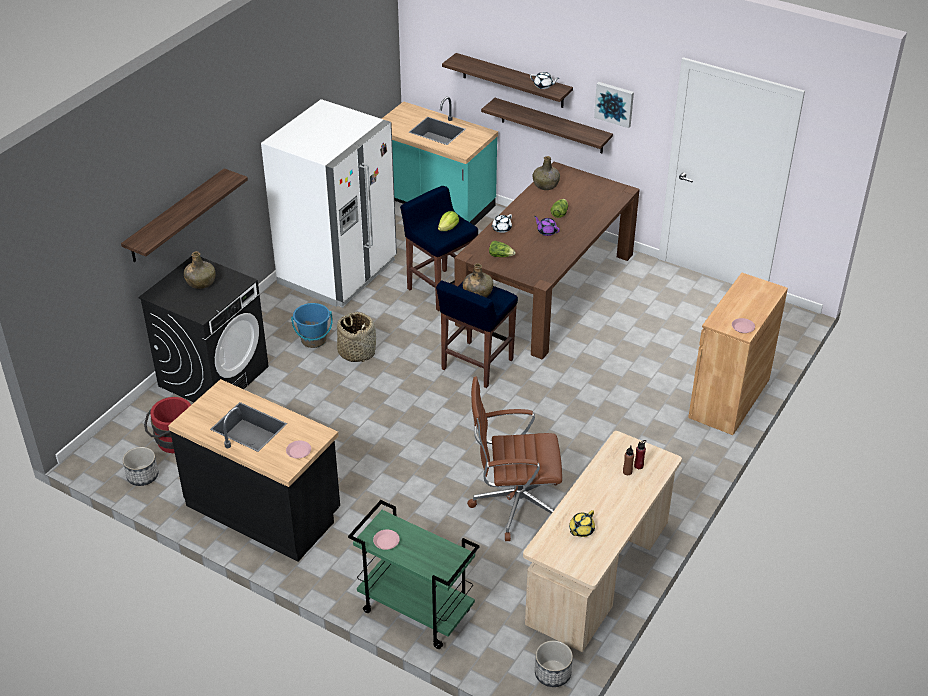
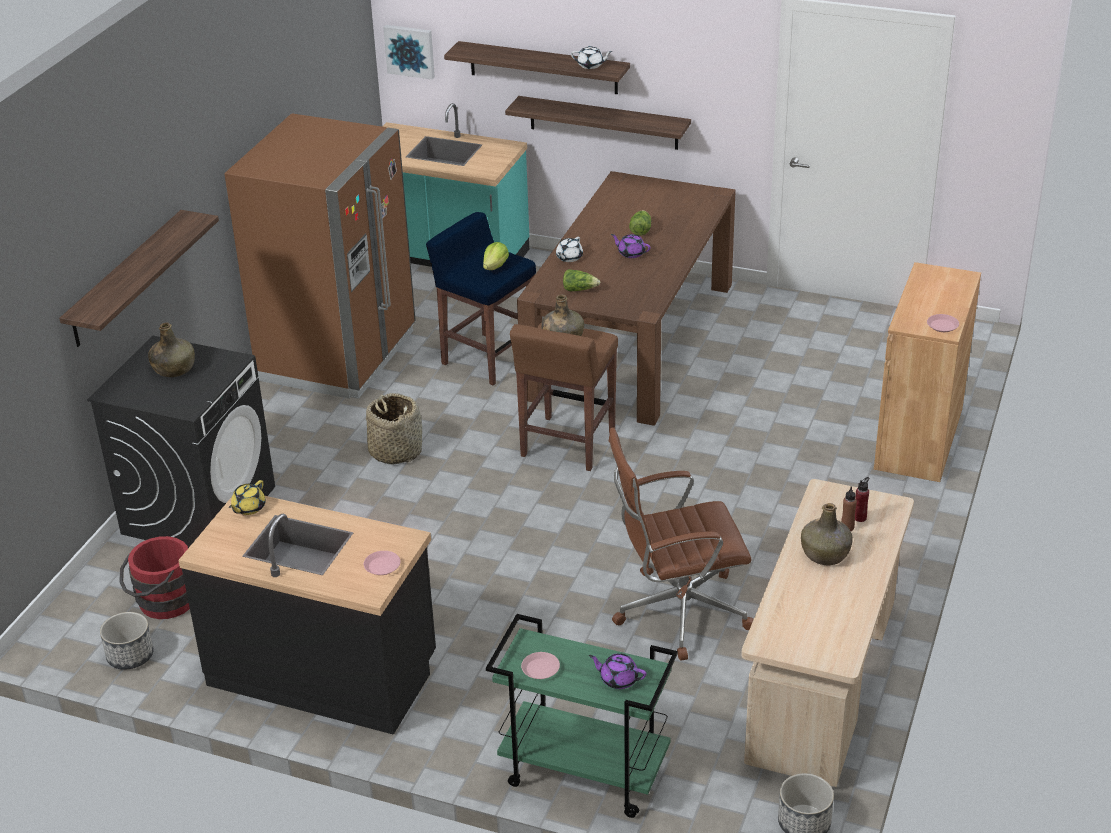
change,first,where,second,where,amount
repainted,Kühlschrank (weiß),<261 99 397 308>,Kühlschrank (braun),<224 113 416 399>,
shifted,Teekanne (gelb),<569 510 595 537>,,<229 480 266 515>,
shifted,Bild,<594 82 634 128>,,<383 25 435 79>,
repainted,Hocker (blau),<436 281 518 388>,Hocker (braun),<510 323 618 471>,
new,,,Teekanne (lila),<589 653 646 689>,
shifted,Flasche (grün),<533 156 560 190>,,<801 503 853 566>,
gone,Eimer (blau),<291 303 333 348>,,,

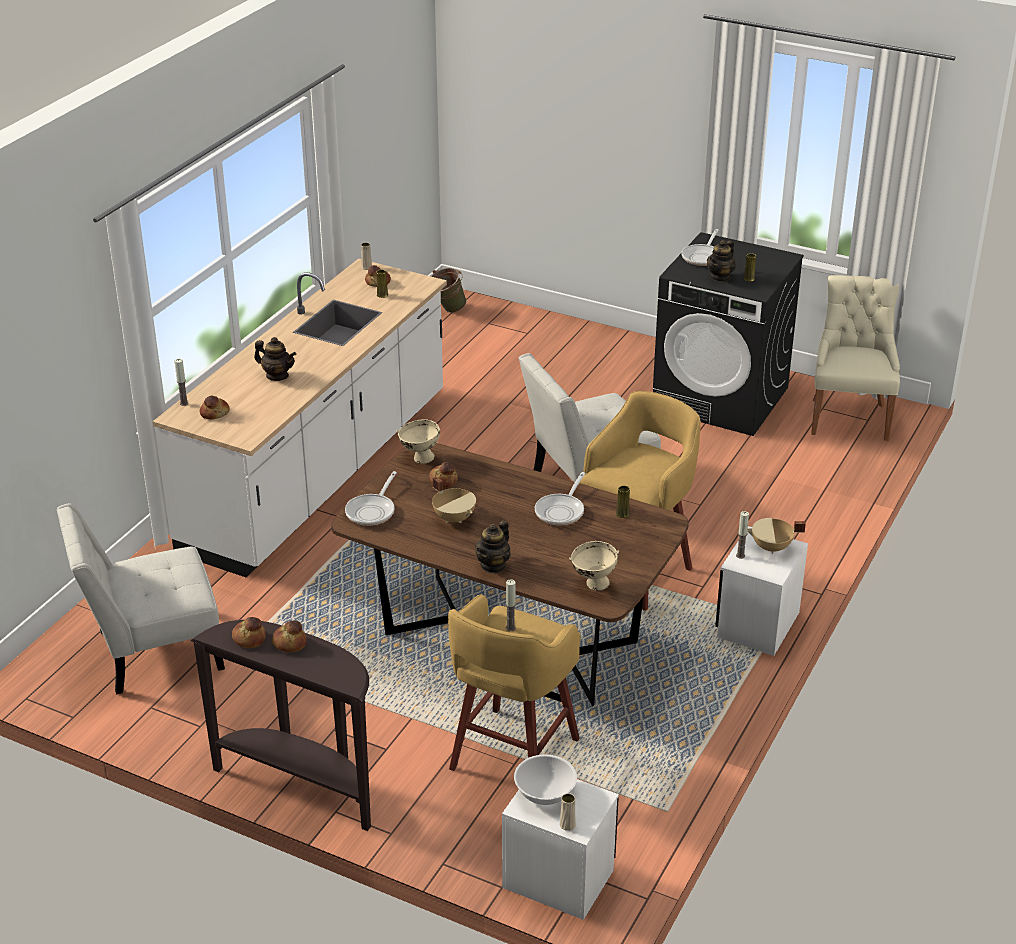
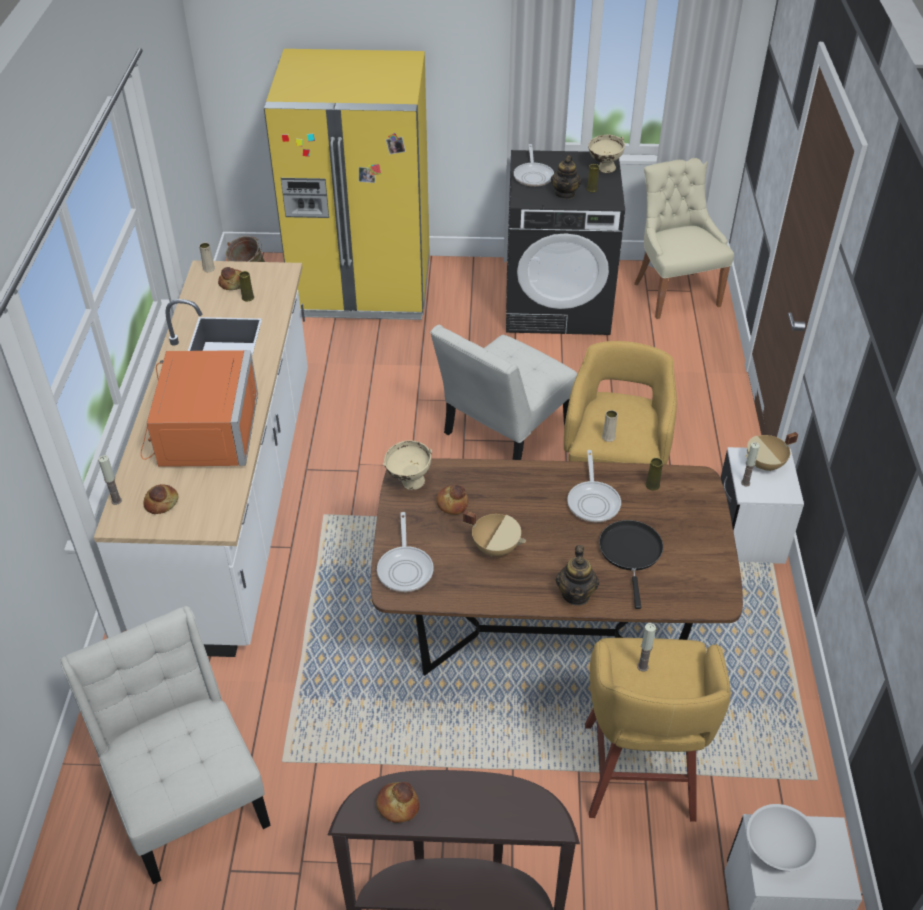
change,first,where,second,where,amount
rotated,Stuhl (weiß),<57 503 225 695>,,<60 606 271 884>,105 degrees clockwise
swapped,Teekanne,<254 337 296 381>,Mikrowelle (orange),<141 350 258 467>,
new,,,Kühlschrank (gelb),<264 49 430 320>,
shifted,Schüssel (beige),<569 541 619 591>,,<588 134 625 173>,
new,,,Pfanne (schwarz),<599 520 663 609>,
shifted,Vase (beige),<560 793 576 831>,,<602 410 618 442>,
gone,Brot,<272 621 307 652>,,,

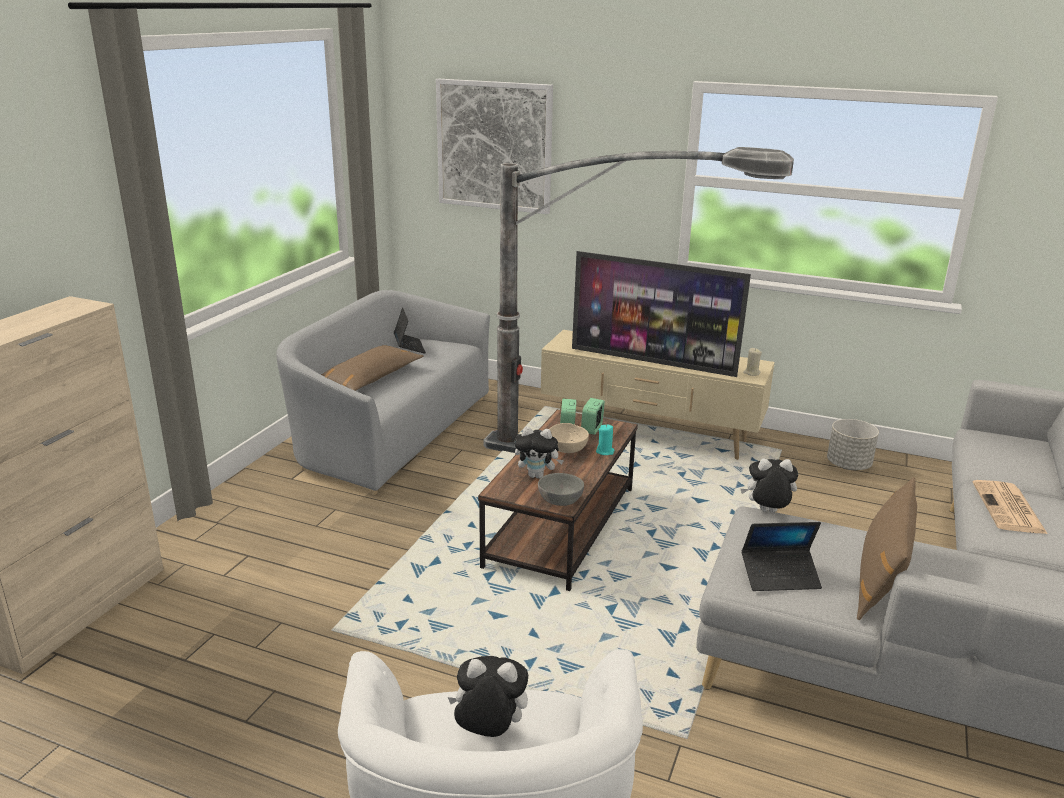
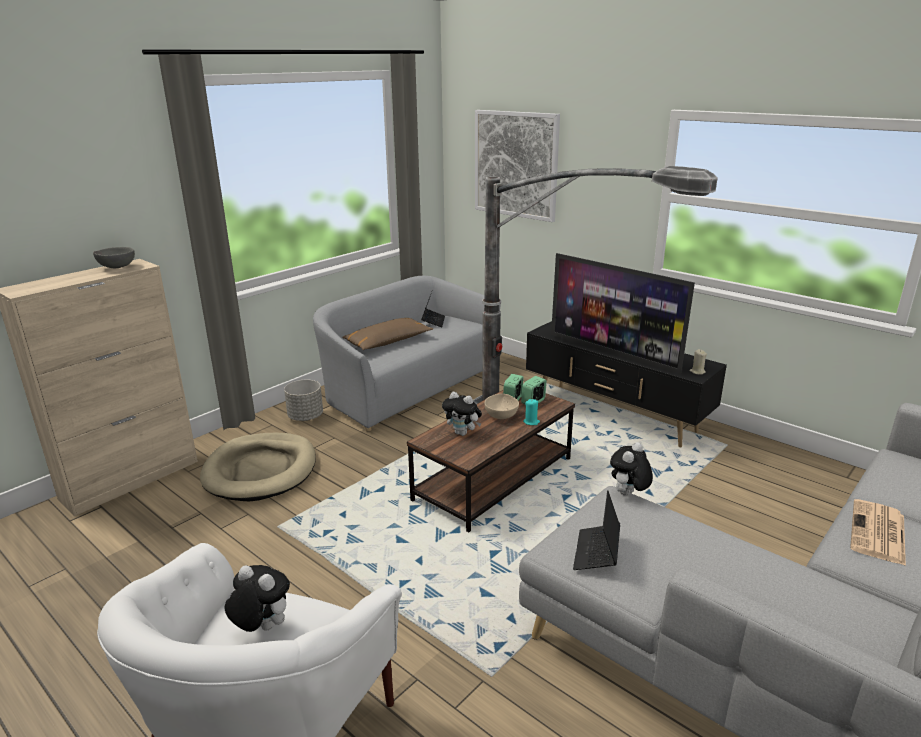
change,first,where,second,where,amount
shifted,Schüssel (grau),<538 473 584 506>,,<93 247 135 268>,
new,,,Hundebett (beige),<200 433 316 501>,
shifted,Pflanzkübel (grau),<827 419 879 470>,,<284 380 323 421>,
repainted,Fernsehschrank (beige),<541 330 775 460>,Fernsehschrank (schwarz),<526 321 727 447>,
rotated,Laptop,<742 522 822 591>,,<573 490 620 570>,90 degrees clockwise
rotated,Plüschtier,<741 459 798 513>,,<610 442 653 496>,75 degrees counterclockwise
gone,Kissen (braun),<857 477 917 620>,,,

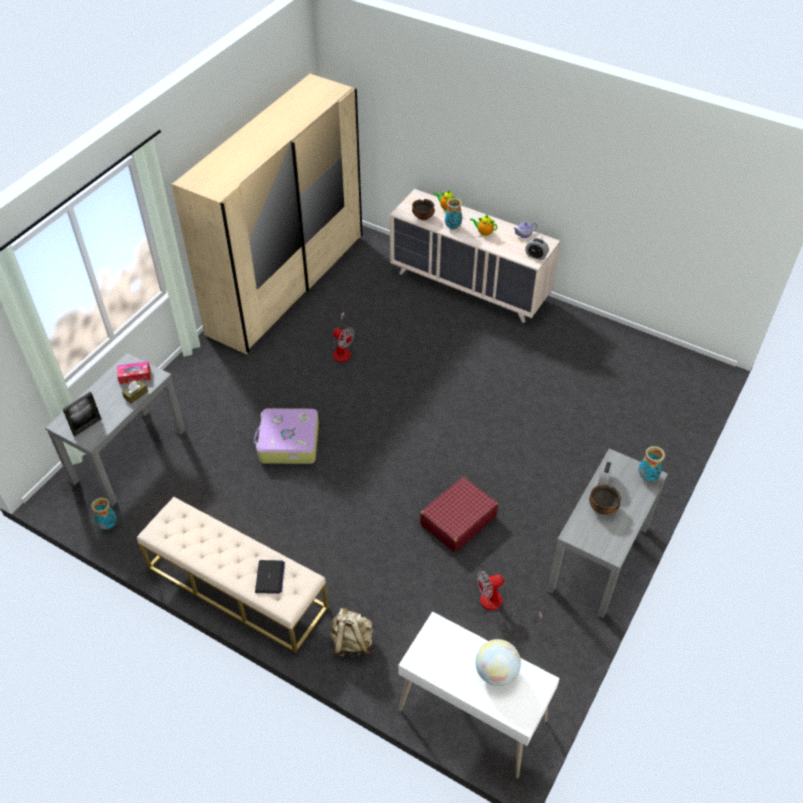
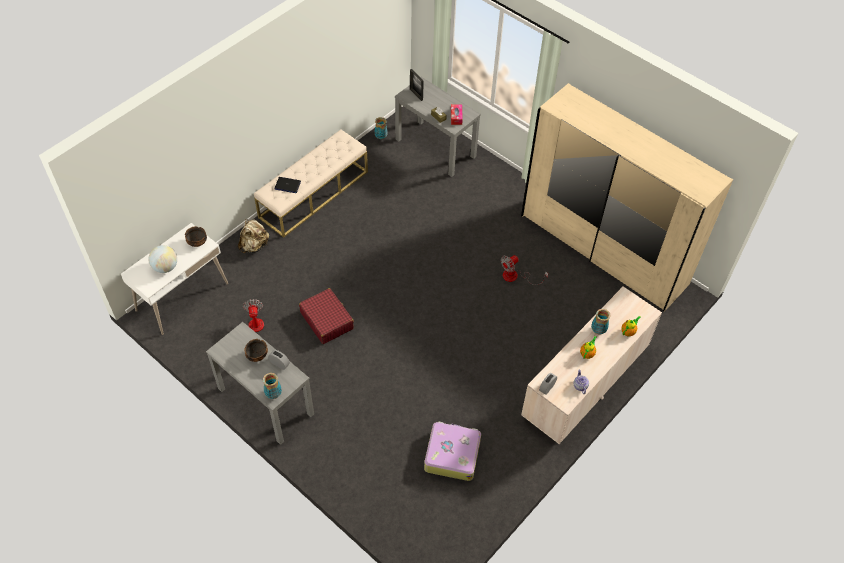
change,first,where,second,where,amount
shifted,Schüssel,<412 199 435 220>,,<185 226 207 247>,
shifted,Koffer,<253 408 319 464>,,<424 421 481 481>,

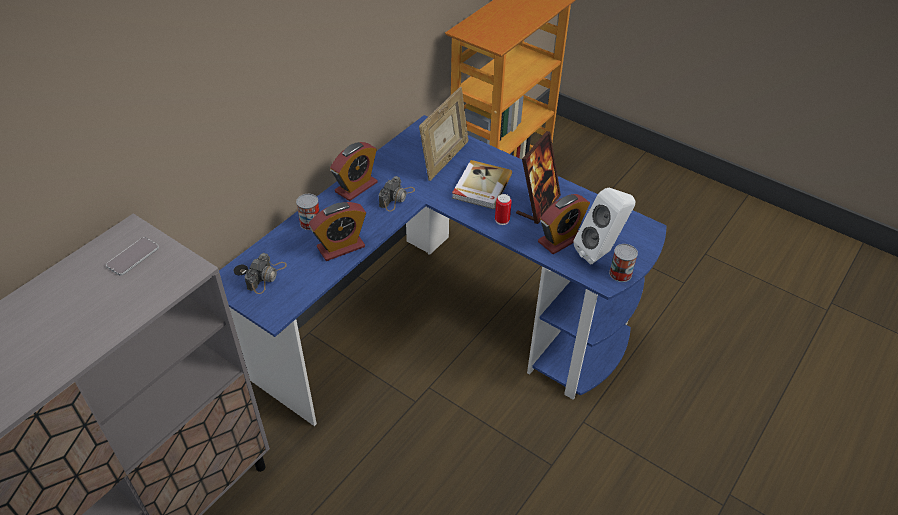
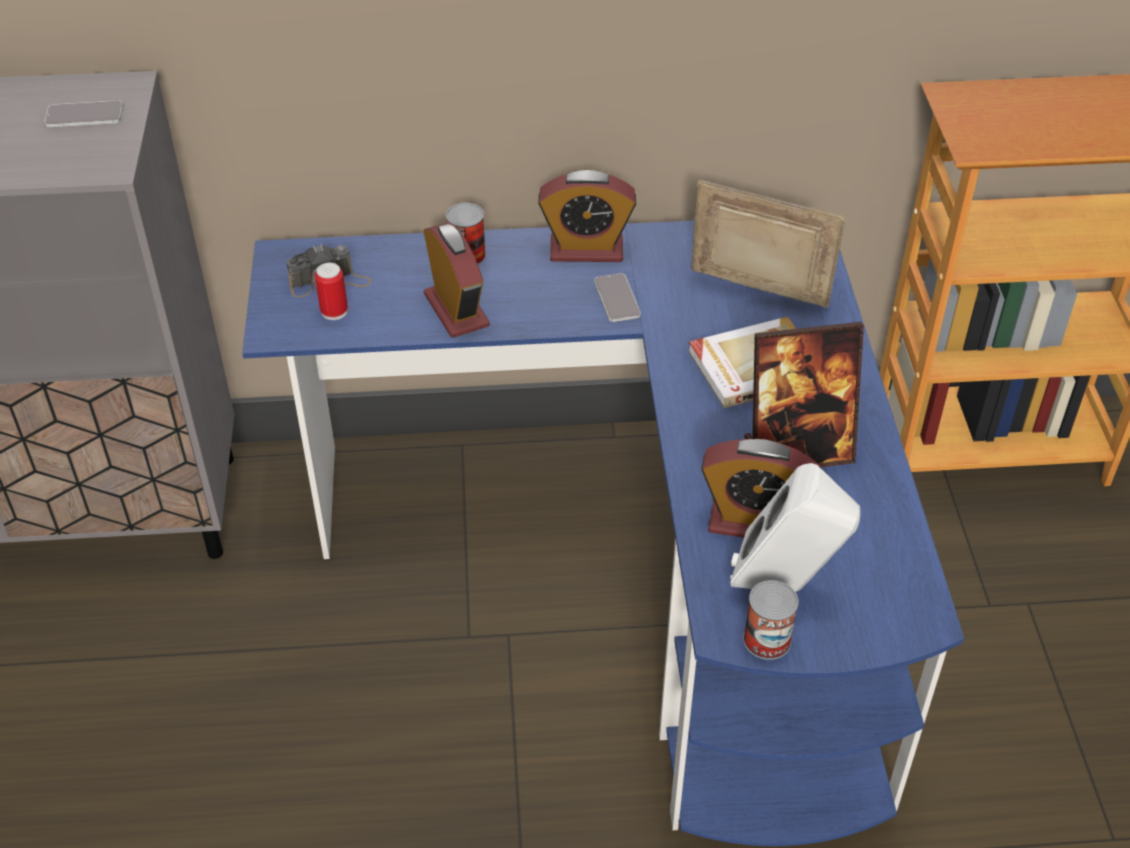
change,first,where,second,where,amount
shifted,Dose,<495 194 512 225>,,<315 263 348 320>,
rotated,Wecker,<309 202 366 261>,,<423 222 490 338>,135 degrees counterclockwise
swapped,Kamera,<379 176 415 211>,Handy,<594 273 641 322>,
rotated,Bilderrahmen,<419 87 468 181>,,<691 180 845 308>,150 degrees counterclockwise

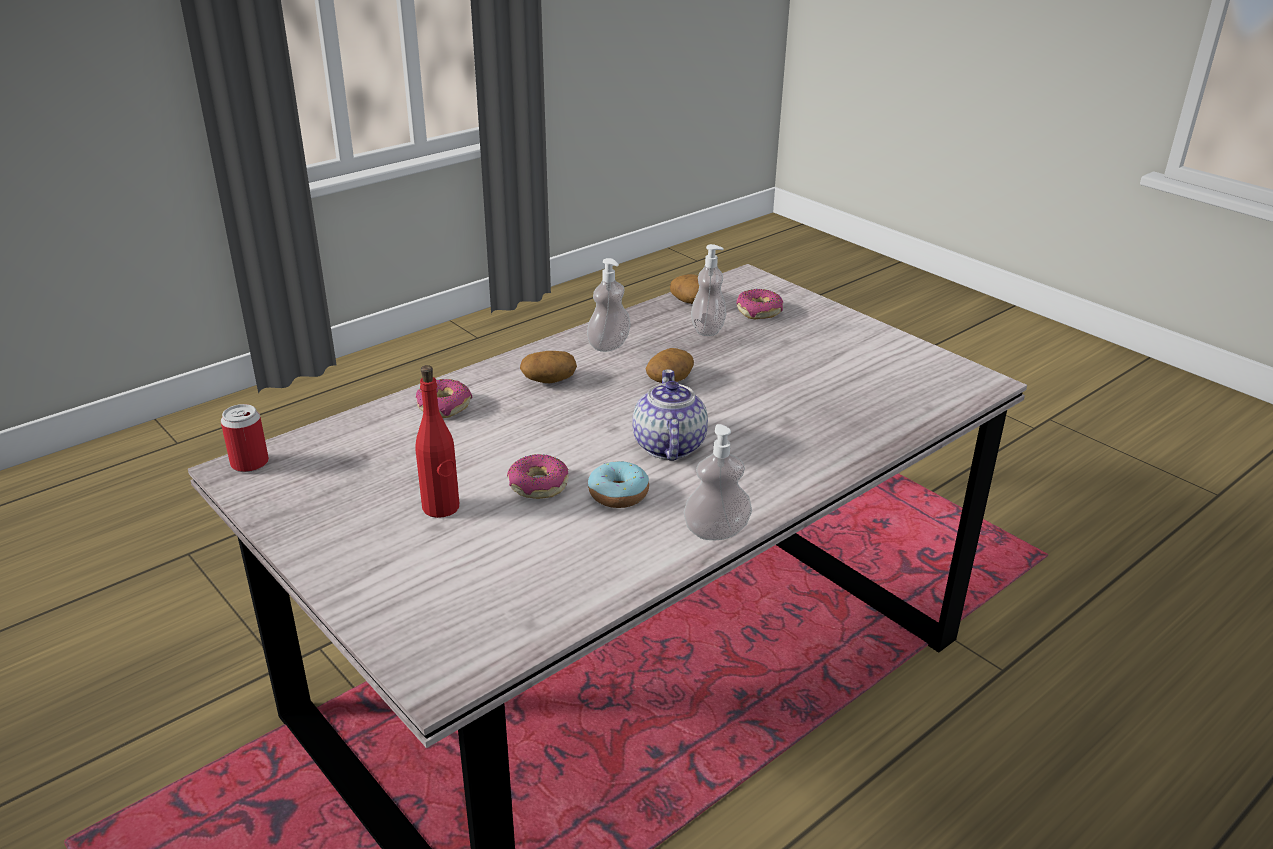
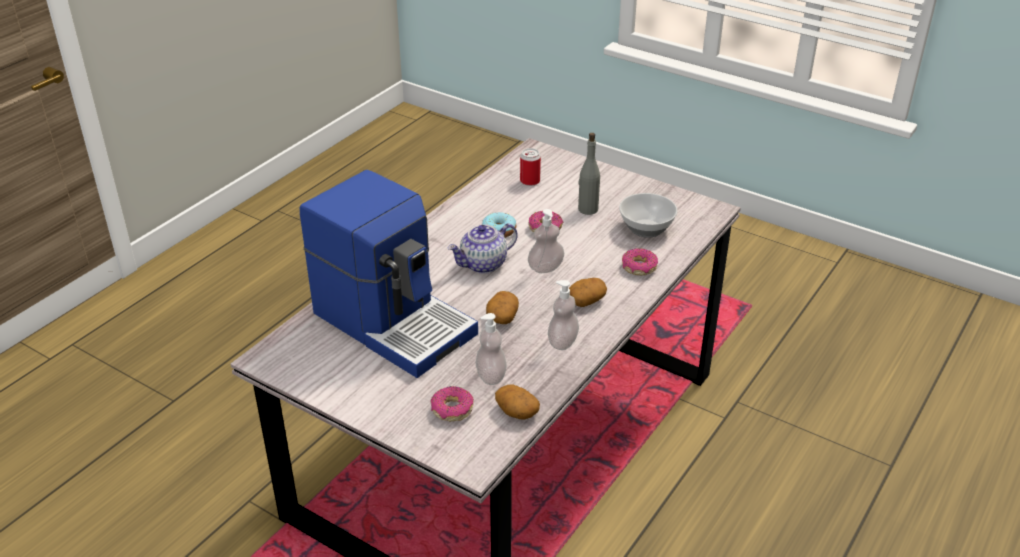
change,first,where,second,where,amount
new,,,Kaffeemaschine,<300 170 478 378>,
rotated,Teekanne,<632 369 708 461>,,<448 223 518 274>,75 degrees clockwise
shifted,Dose,<221 404 269 472>,,<520 148 541 186>,
shifted,Seifenspender,<683 424 752 540>,,<528 209 564 273>,
repainted,Flasche (rot),<416 365 459 518>,Flasche (grau),<578 133 600 215>,
new,,,Schüssel,<619 193 678 238>,

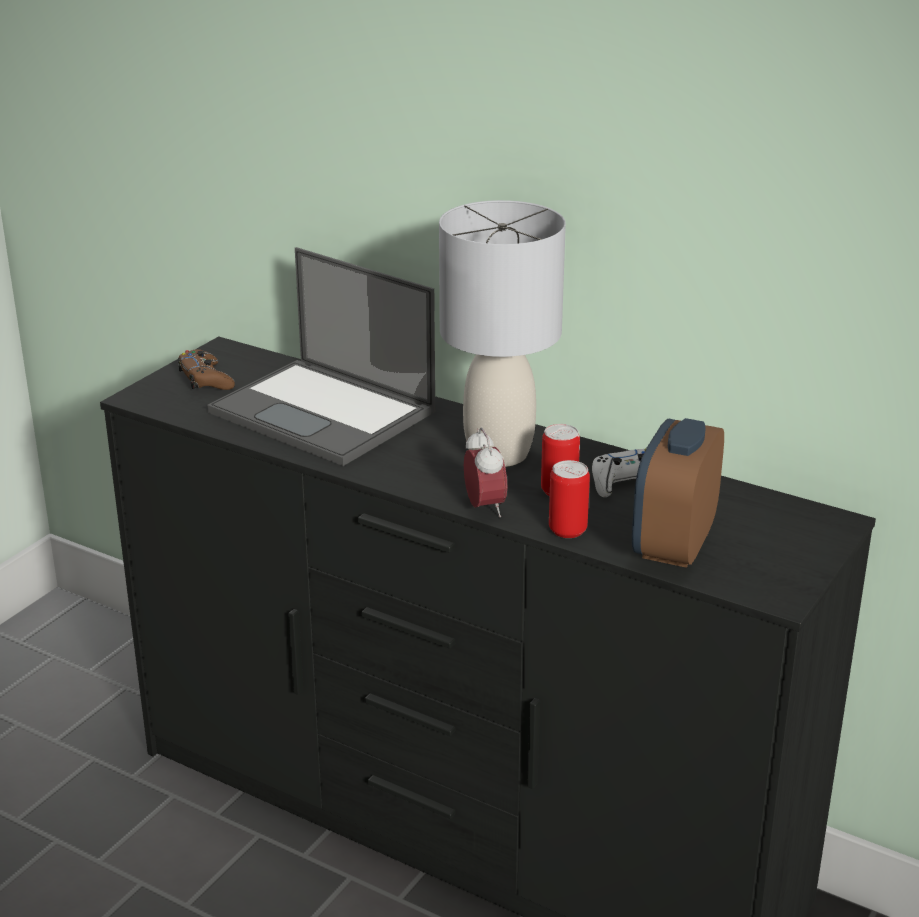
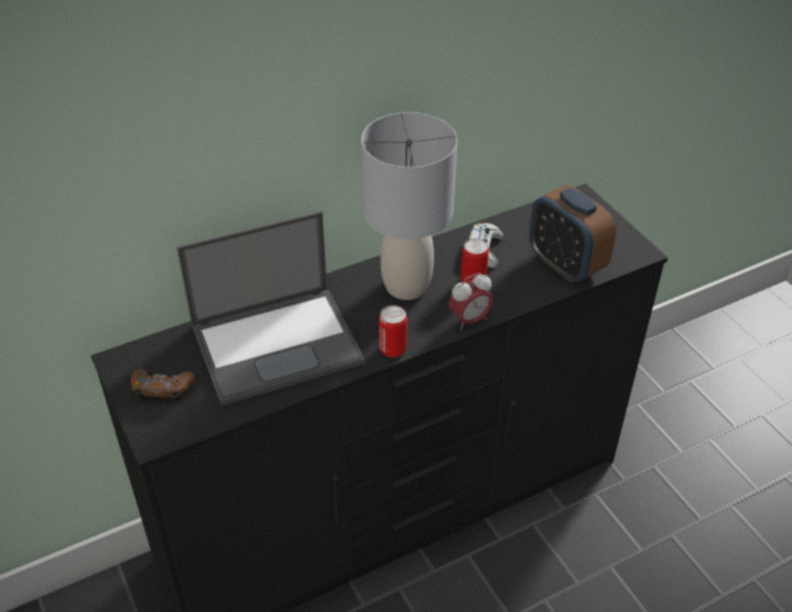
change,first,where,second,where,amount
shifted,Dose,<549 460 590 538>,,<379 305 407 358>,
rotated,Wecker,<464 428 507 517>,,<449 273 493 330>,135 degrees clockwise

